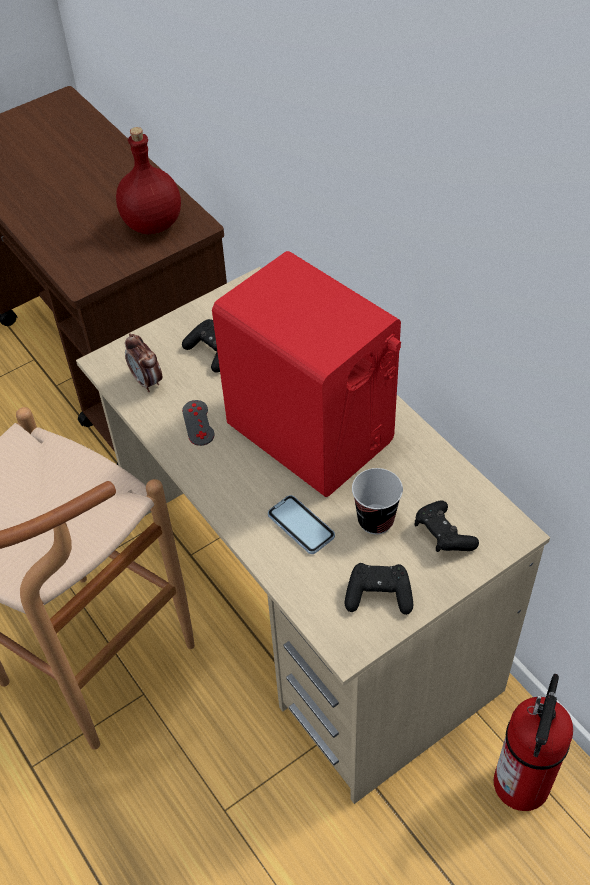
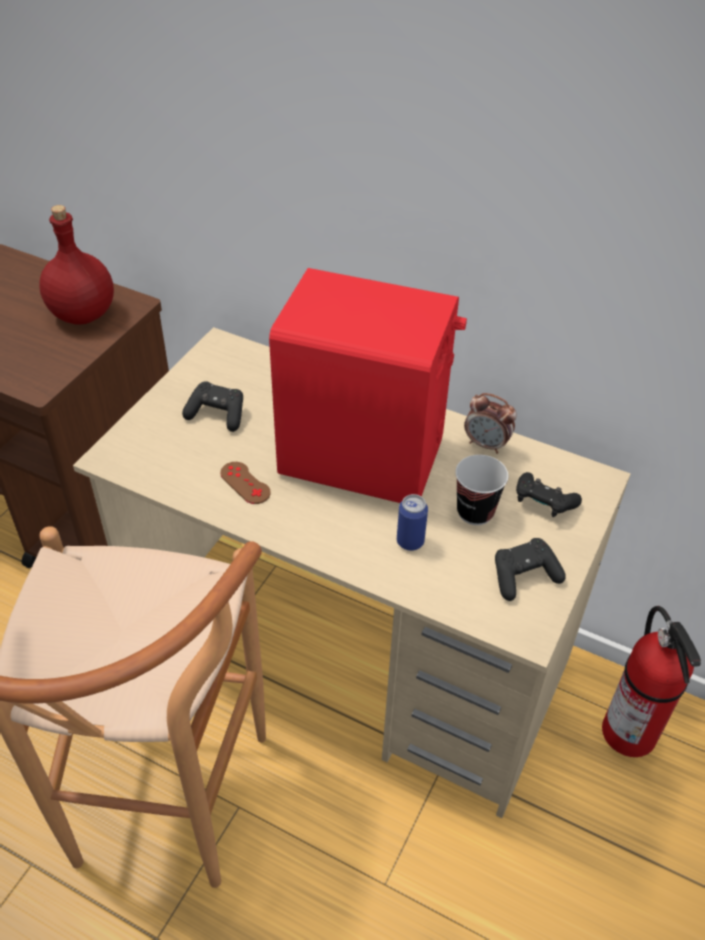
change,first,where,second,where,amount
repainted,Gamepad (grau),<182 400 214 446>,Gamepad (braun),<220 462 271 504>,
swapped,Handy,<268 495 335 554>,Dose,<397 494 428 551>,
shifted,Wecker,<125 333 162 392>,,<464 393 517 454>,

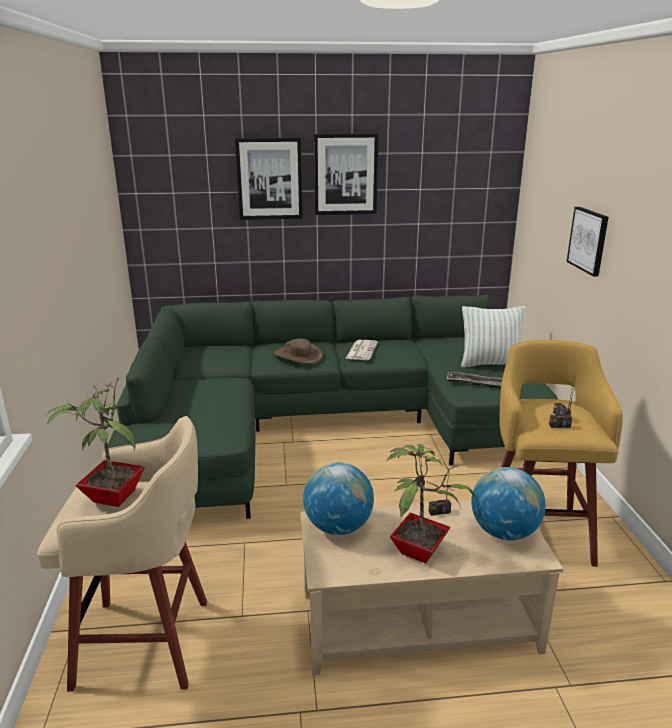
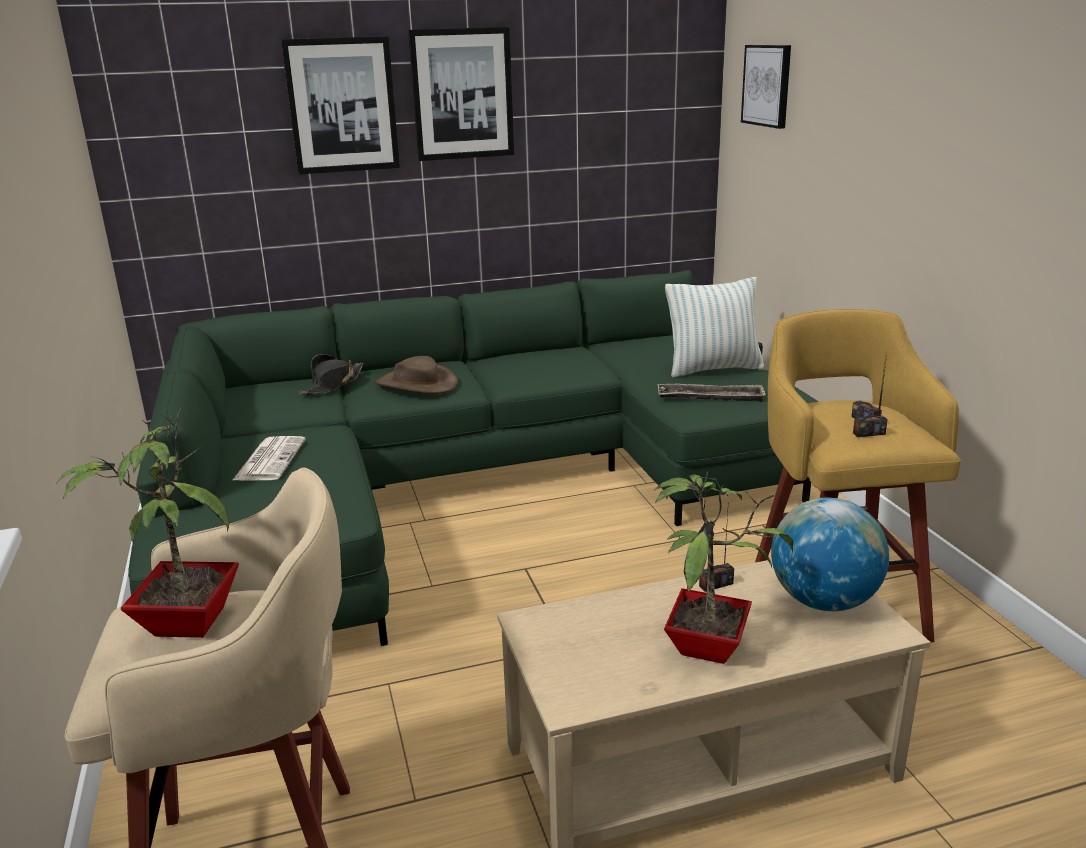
change,first,where,second,where,amount
shifted,Zeitung,<346 340 378 360>,,<233 436 305 481>,
new,,,Hut (schwarz),<299 354 364 395>,
shifted,Bild,<567 207 609 276>,,<741 45 791 129>,
gone,Globus,<303 463 374 535>,,,

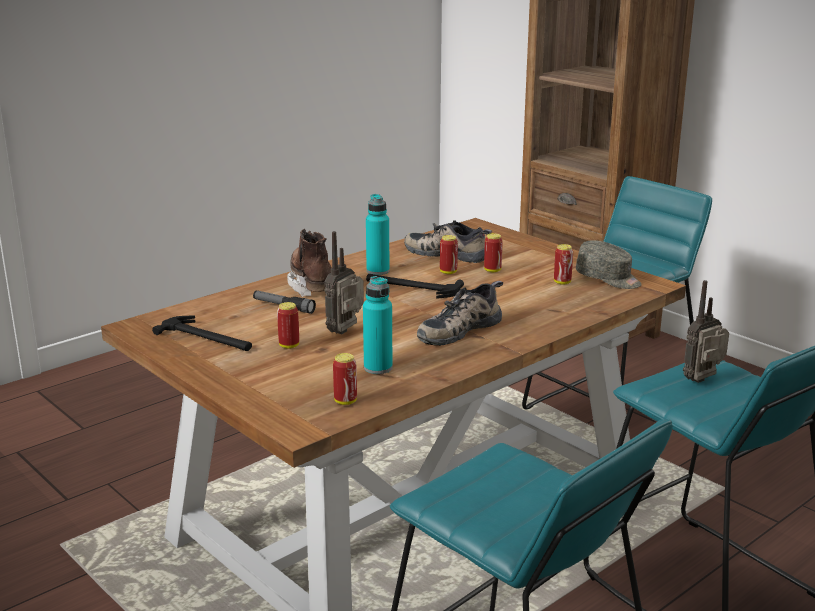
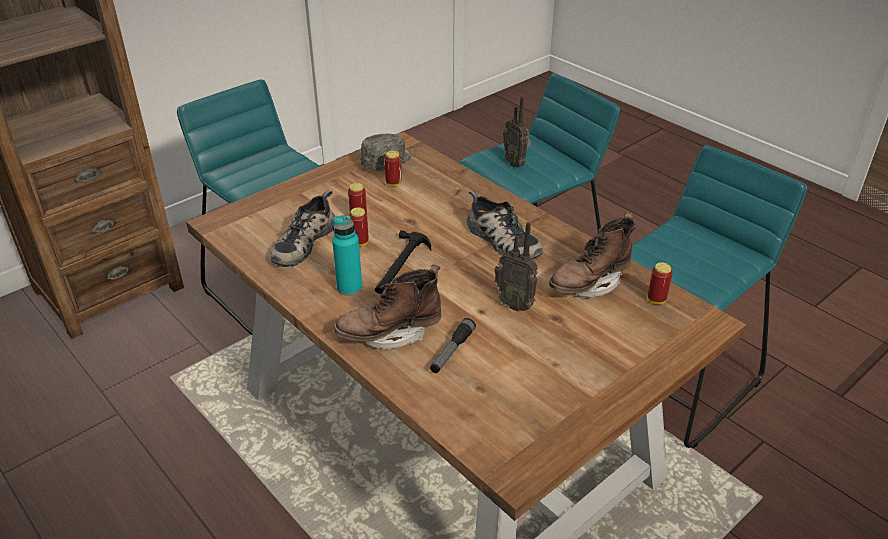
change,first,where,second,where,amount
swapped,Flasche (türkis),<363 276 393 374>,Stiefel (braun),<549 212 636 297>,
gone,Hammer,<152 316 252 351>,,,
gone,Dose,<277 302 299 349>,,,

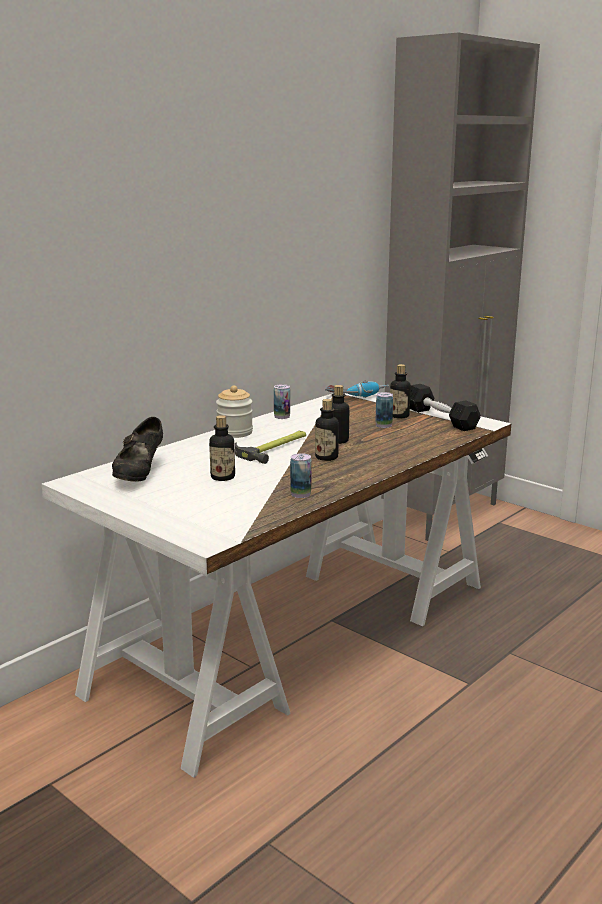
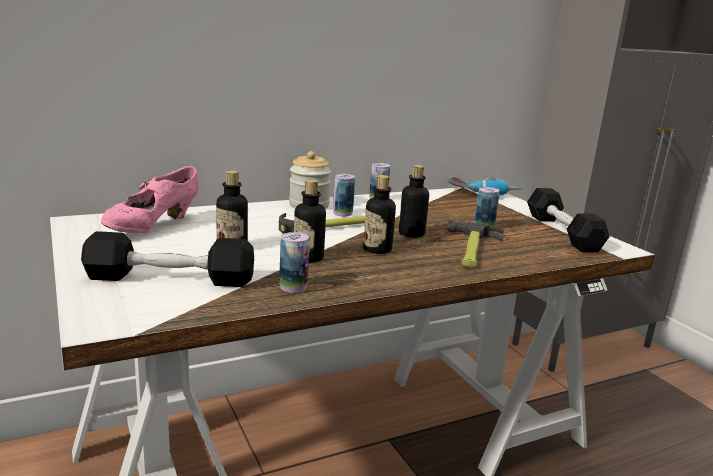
change,first,where,second,where,amount
new,,,Hantel (schwarz),<81 231 254 287>,
repainted,Schuh (schwarz),<112 417 163 482>,Schuh (rosa),<101 166 199 233>,
shifted,Flasche,<390 364 411 418>,,<294 179 326 263>,
new,,,Dose,<333 174 355 217>,
new,,,Hammer,<448 221 504 267>,

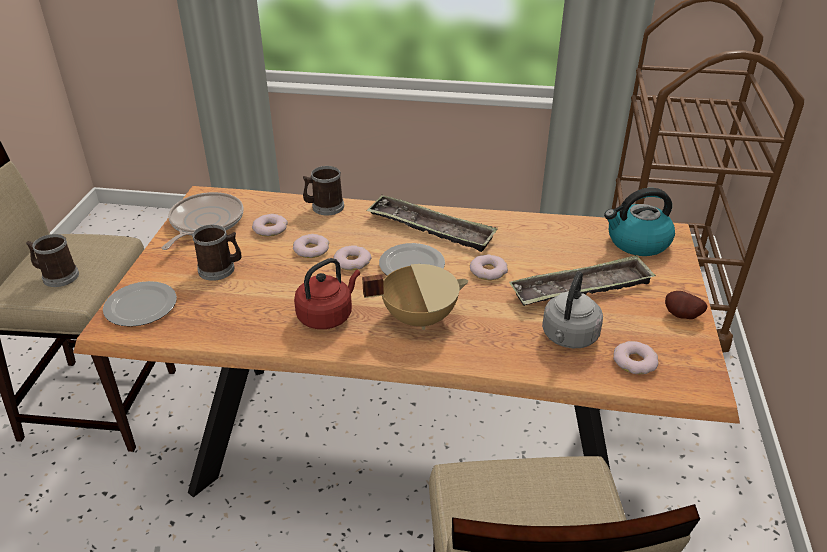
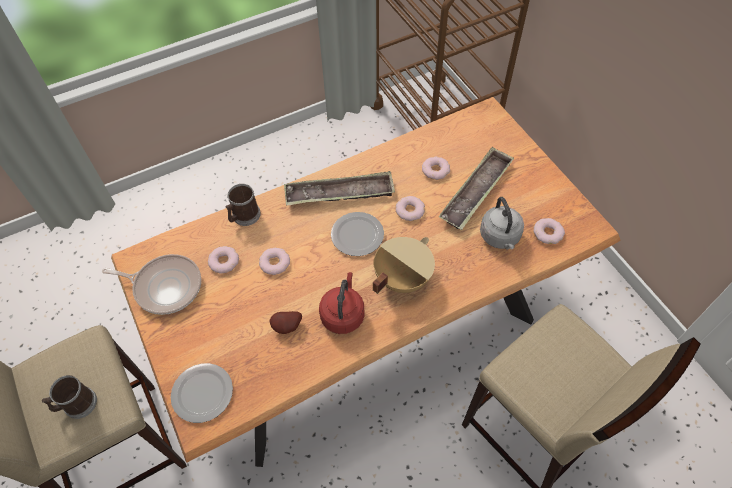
change,first,where,second,where,amount
rotated,Pfanne,<162 192 243 250>,,<102 254 201 315>,120 degrees clockwise
shifted,Kartoffel,<665 291 708 319>,,<270 311 302 334>,
shifted,Donut,<334 245 371 270>,,<422 157 450 180>,
gone,Henkelbecher,<192 225 242 281>,,,
gone,Wasserkessel,<604 188 675 256>,,,

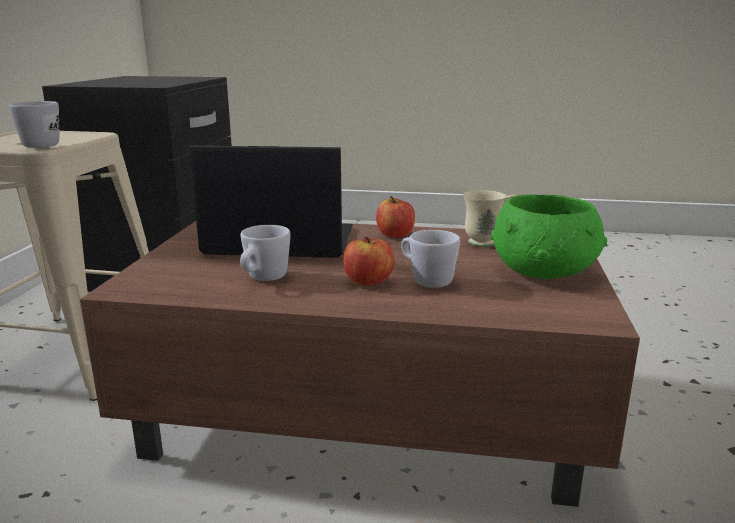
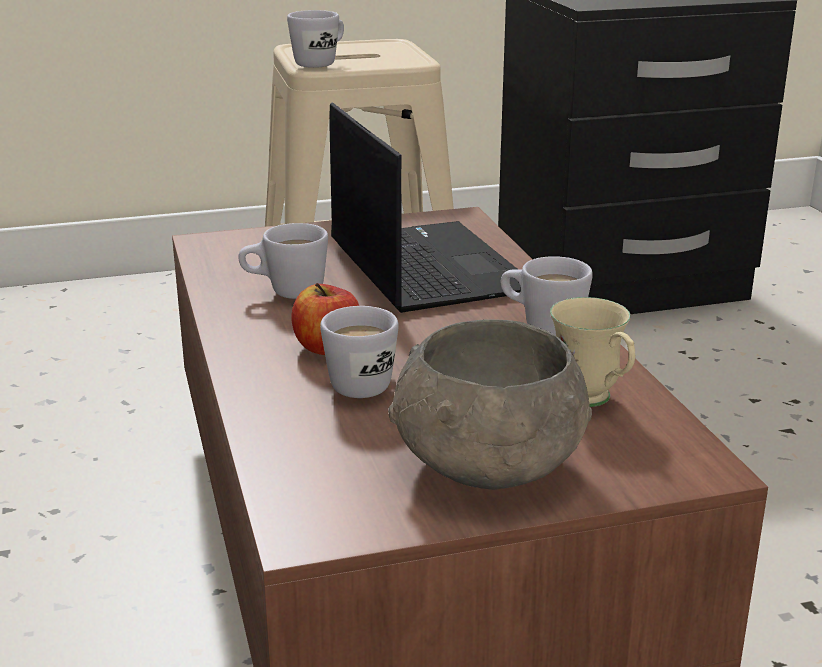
change,first,where,second,where,amount
repainted,Schüssel (grün),<491 194 607 279>,Schüssel (grau),<388 319 592 490>,
swapped,Apfel,<376 196 415 238>,Henkelbecher (weiß),<501 256 593 335>,

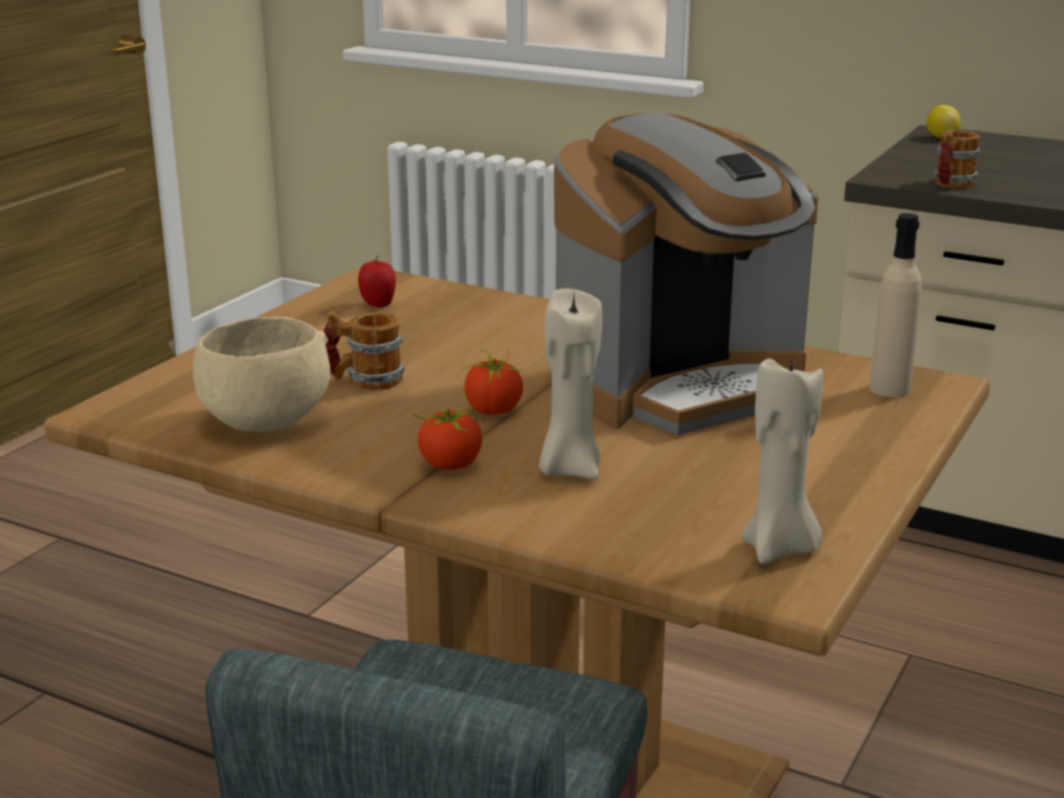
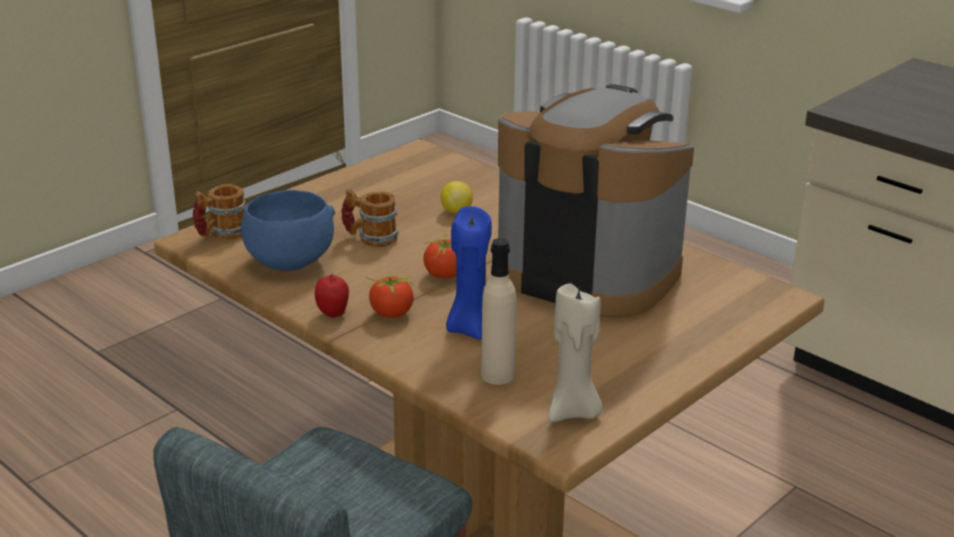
change,first,where,second,where,amount
shifted,Henkelbecher,<933 130 980 188>,,<193 184 246 240>,
repainted,Schüssel (beige),<193 317 330 432>,Schüssel (blau),<241 190 336 271>,
shifted,Apfel,<358 256 396 308>,,<315 274 349 317>,
shifted,Zitrone,<927 105 961 138>,,<440 181 473 214>,
repainted,Kerze (beige),<539 289 602 479>,Kerze (blau),<446 206 492 340>,
shifted,Flasche (beige),<869 213 922 397>,,<481 238 517 385>,
rotated,Kaffeemaschine,<554 113 818 435>,,<498 84 694 317>,135 degrees counterclockwise

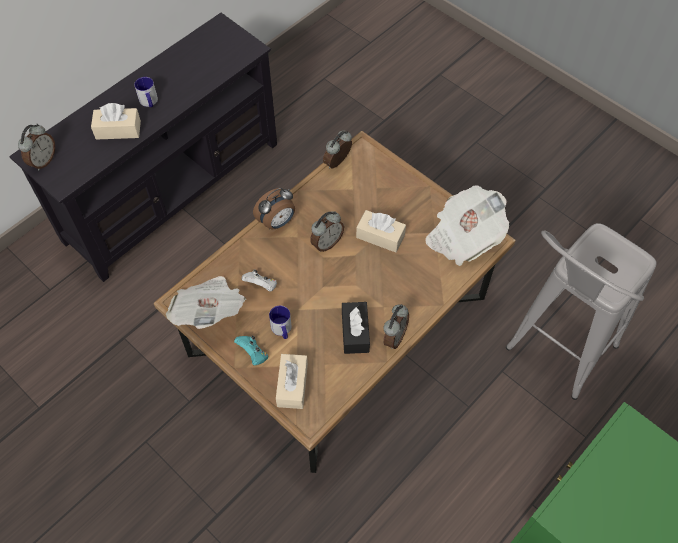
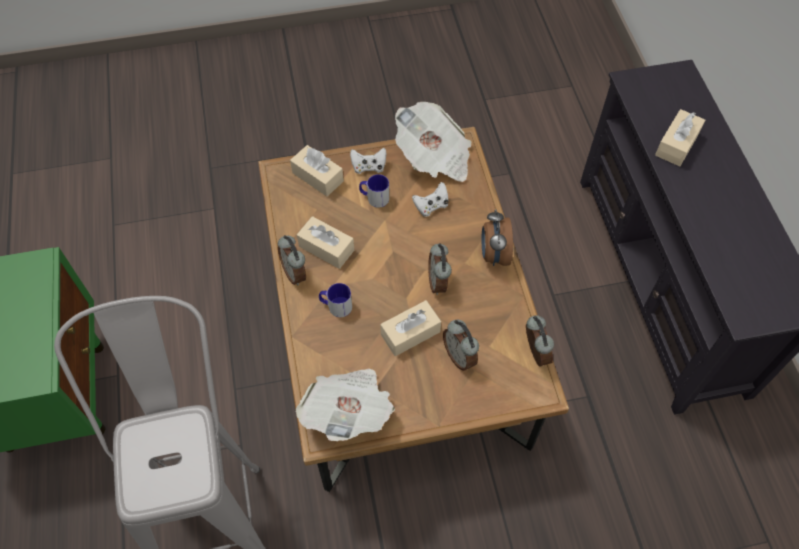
change,first,where,second,where,amount
repainted,Taschentuchbox (schwarz),<342 302 370 354>,Taschentuchbox (beige),<297 216 354 269>,
shifted,Henkelbecher,<134 77 158 107>,,<319 283 352 317>,
repainted,Gamepad (türkis),<234 335 268 366>,Gamepad (weiß),<350 148 386 174>,
shifted,Wecker,<18 124 55 171>,,<443 320 479 371>,

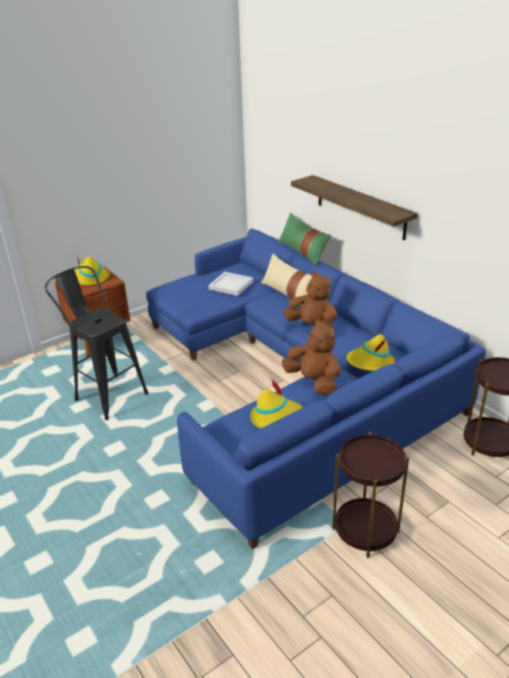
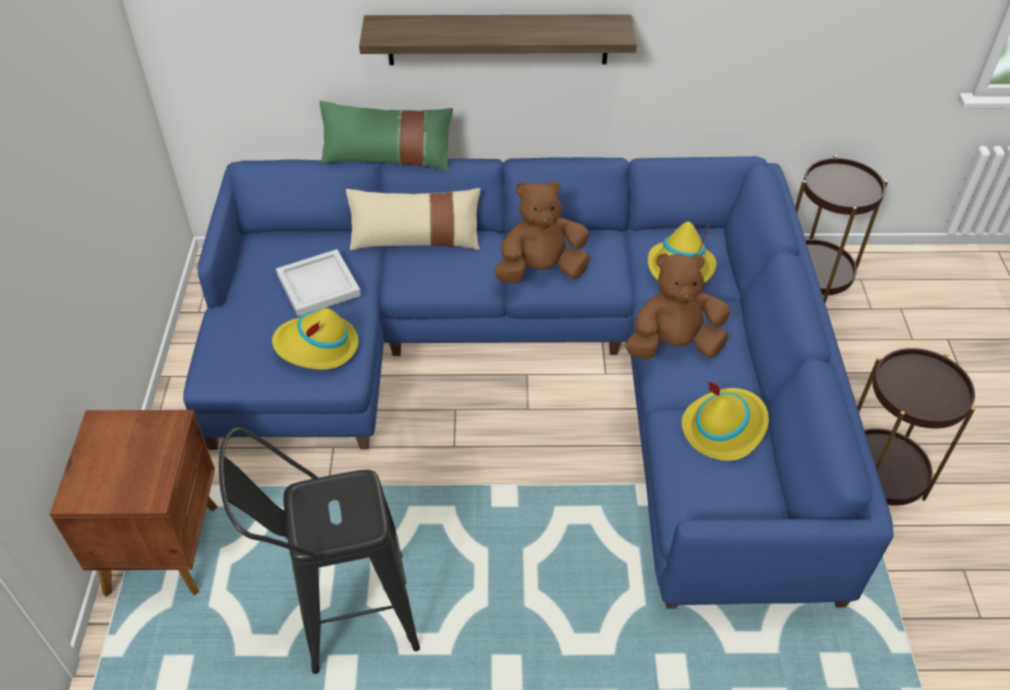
change,first,where,second,where,amount
shifted,Hut (gelb),<74 256 109 285>,,<272 308 358 370>,

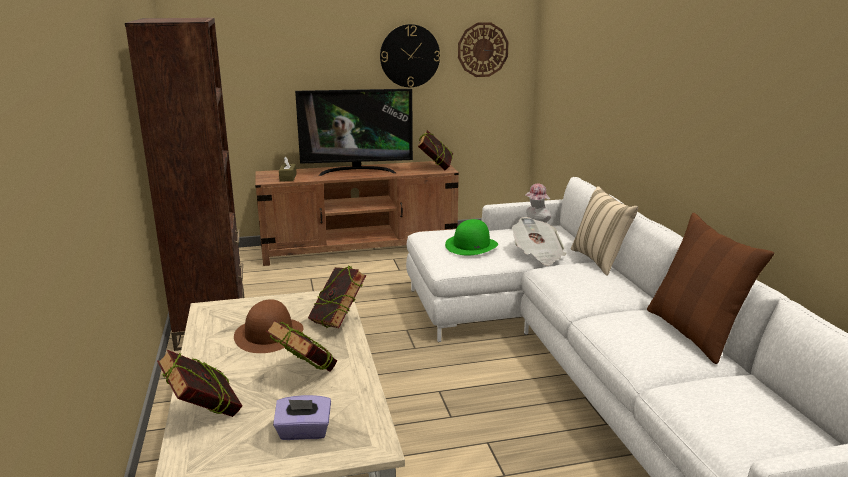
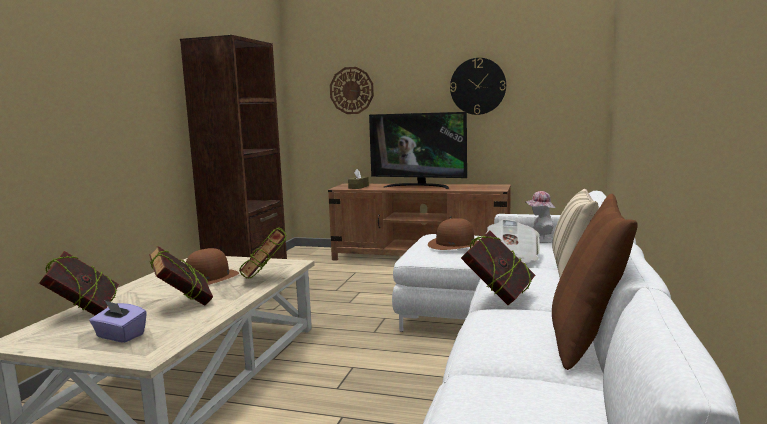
change,first,where,second,where,amount
shifted,Wanduhr,<458 22 509 77>,,<330 67 374 114>,
repainted,Hut (grün),<445 219 498 255>,Hut (braun),<428 218 478 250>,
shifted,Buch,<418 130 453 170>,,<461 231 536 305>,

